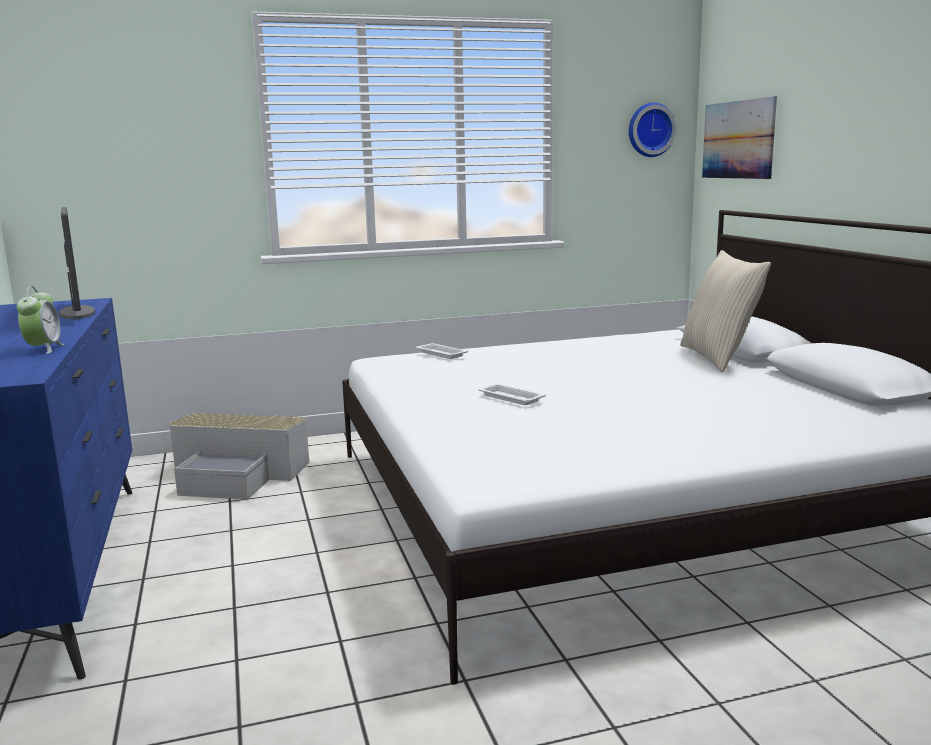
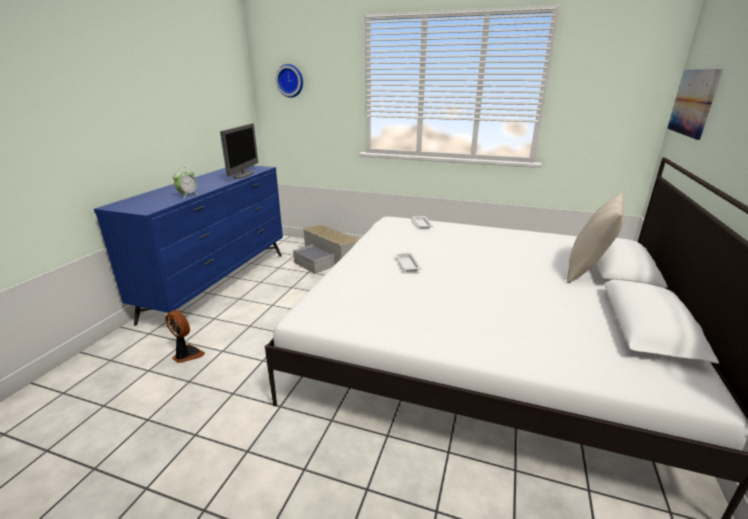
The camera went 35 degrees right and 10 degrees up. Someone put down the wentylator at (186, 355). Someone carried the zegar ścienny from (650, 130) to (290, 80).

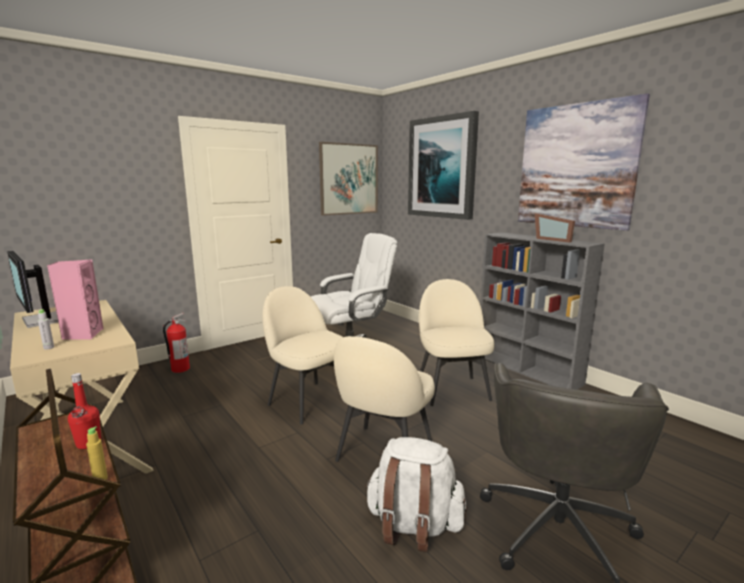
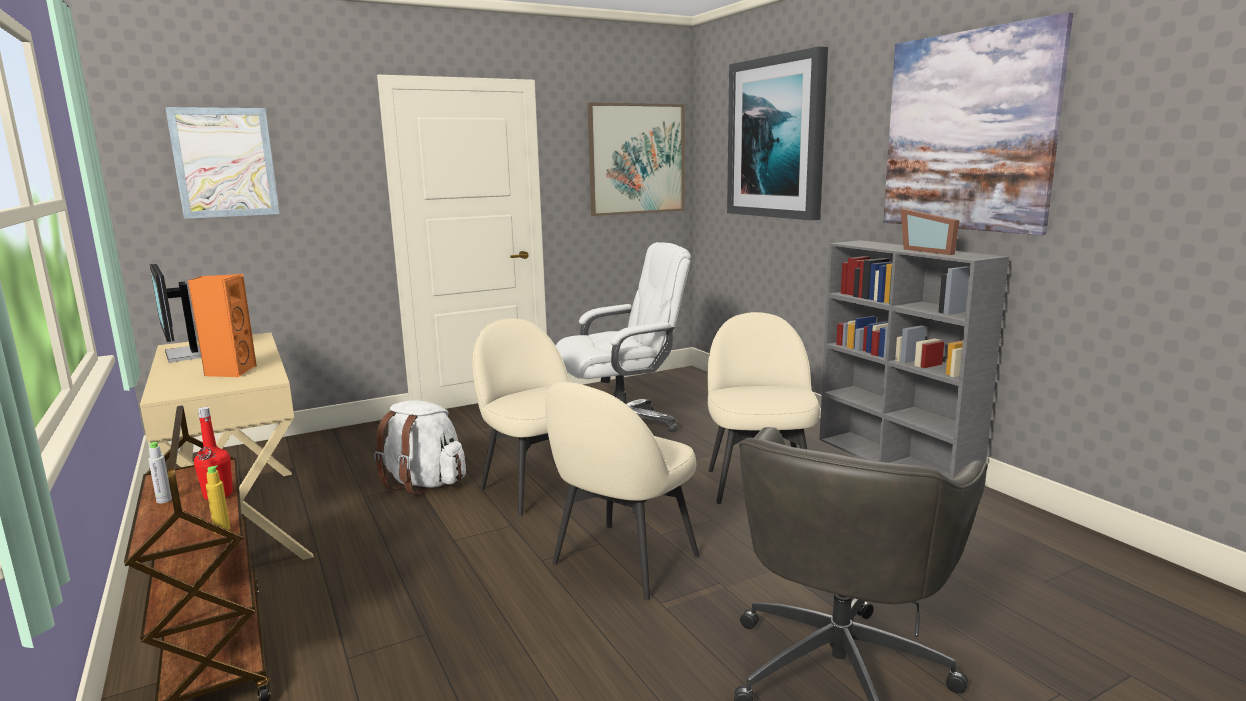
The camera went 10 degrees right and 0 degrees up. Someone carried the butelka/szary from (49, 348) to (164, 500). Someone put up the obraz at (224, 162). Someone repainted the głośnik/różowy at (82, 335), which became the głośnik/pomarańczowy at (230, 372). Someone carried the plecak/biały from (413, 525) to (424, 483). Someone took away the gaśnica at (180, 369).

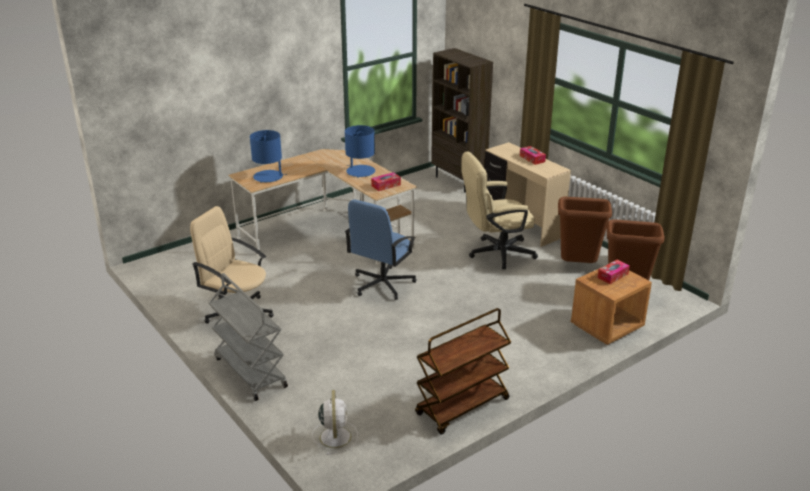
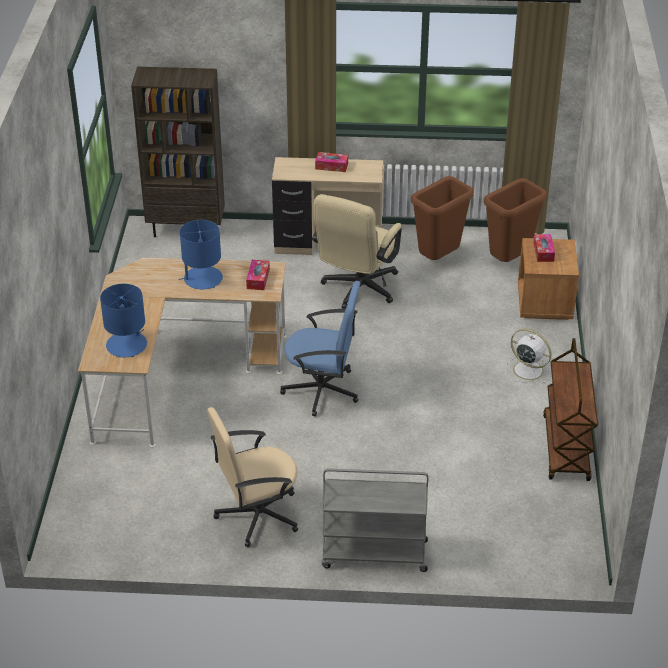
The camera went 50 degrees left and 10 degrees up. Someone rotated the krzesło biurowe/niebieski at (382, 284) by 60 degrees counterclockwise. Someone carried the wentylator/biały from (335, 436) to (527, 369).

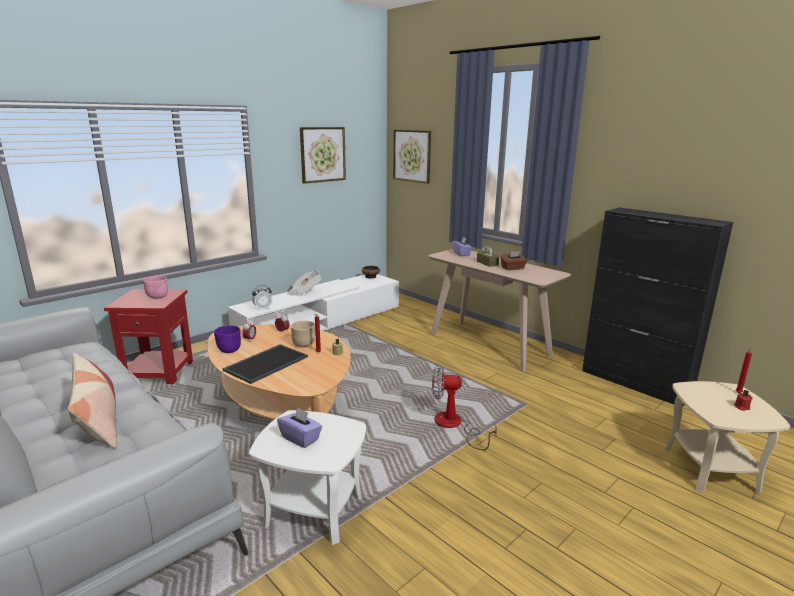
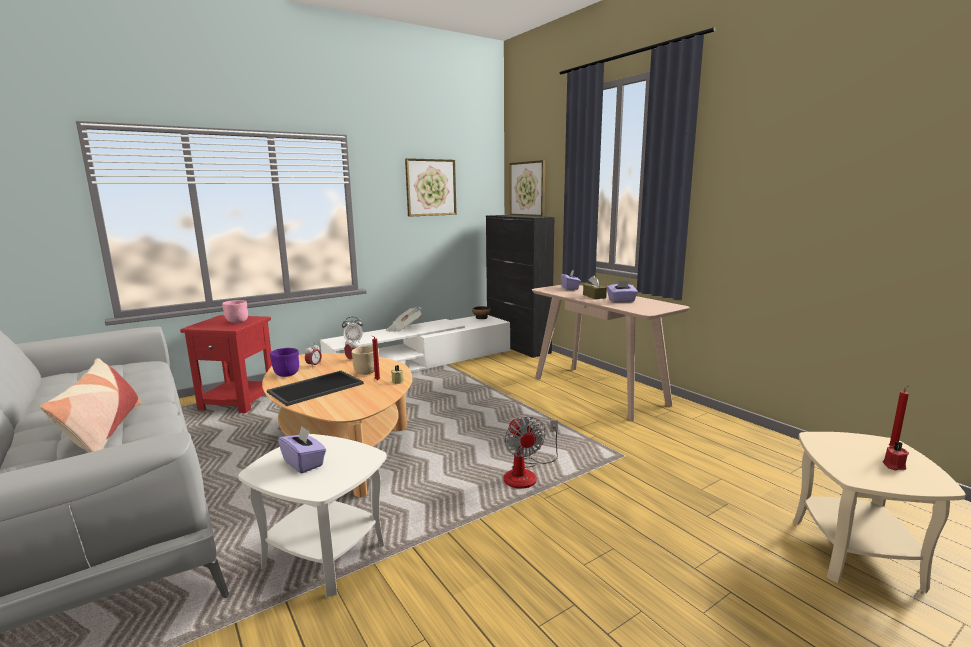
The camera went 10 degrees right and 5 degrees down. Someone carried the szafka/czarny from (636, 383) to (518, 346). Someone rotated the wentylator at (454, 426) by 120 degrees counterclockwise. Someone repainted the pudełko chusteczek/brązowy at (513, 268), which became the pudełko chusteczek/fioletowy at (621, 301).

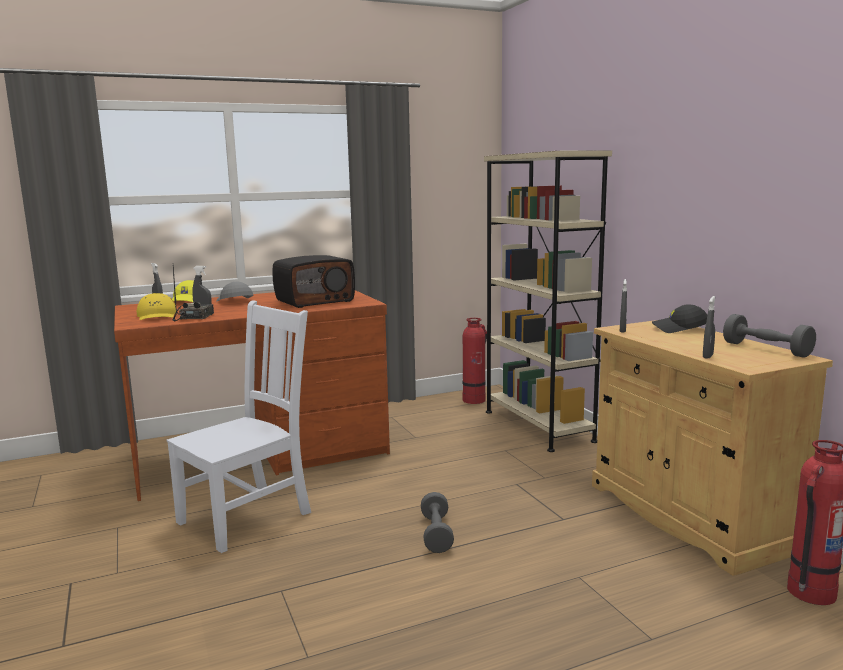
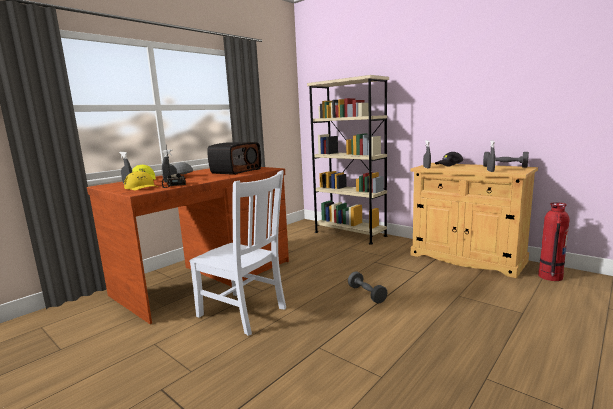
The camera went 25 degrees left and 0 degrees up. Someone rotated the krzesło/biały at (249, 516) by 105 degrees clockwise. Someone took away the gaśnica at (474, 400).

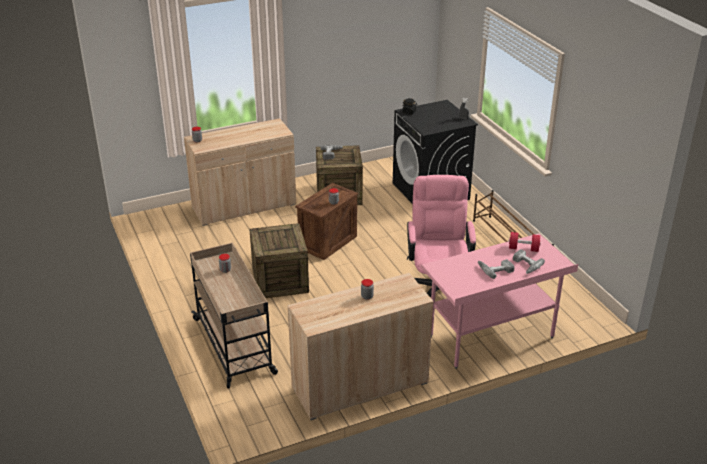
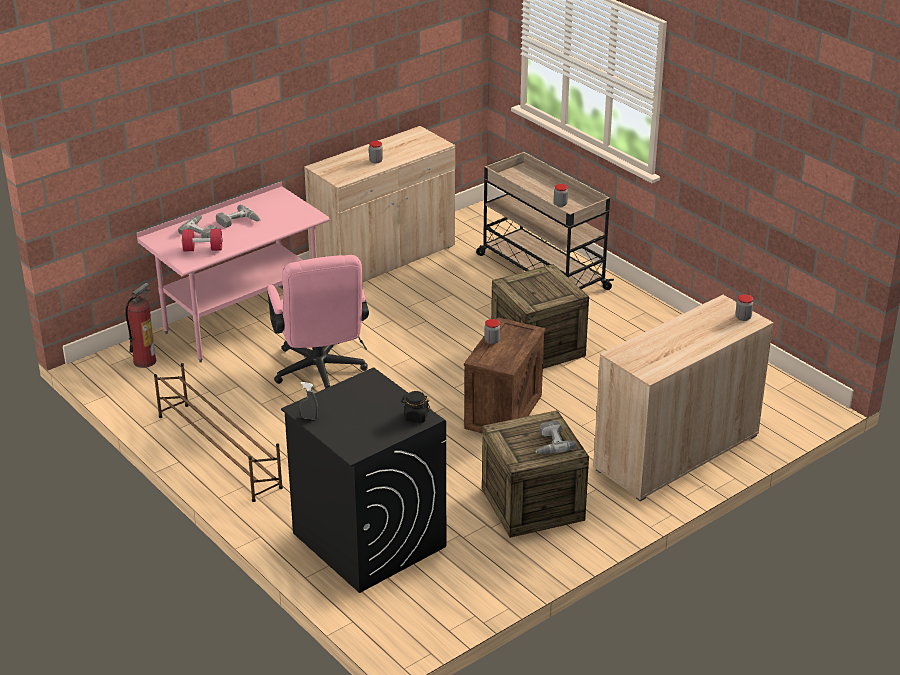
The camera went 165 degrees right and 0 degrees up. Someone put down the gaśnica at (144, 361).

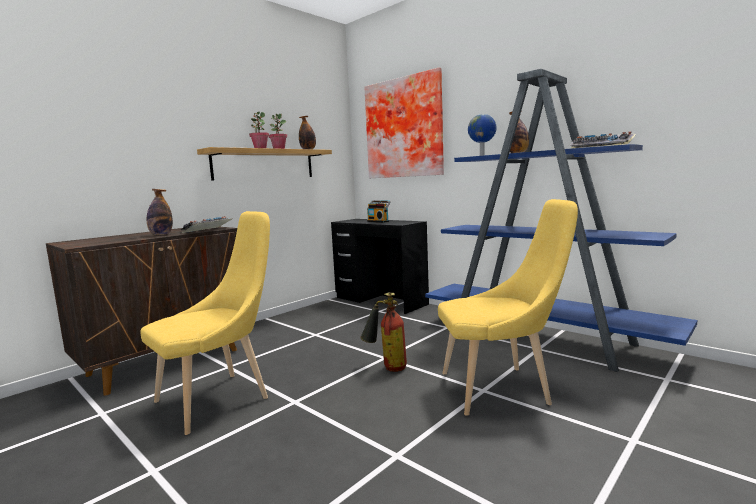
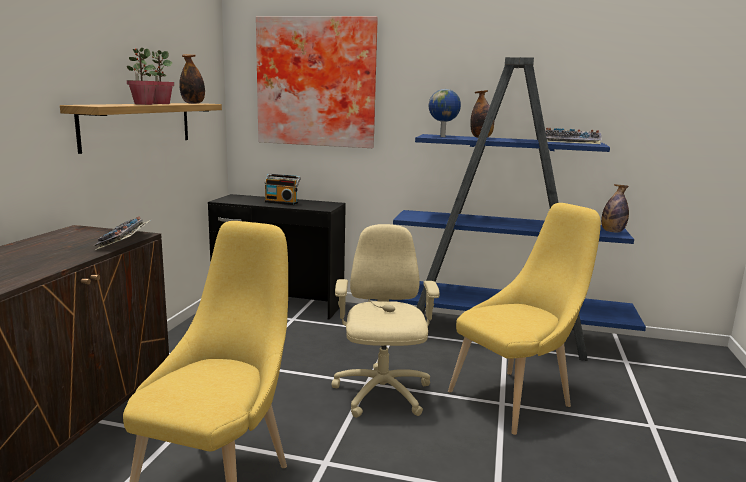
The camera went 30 degrees left and 5 degrees up. Someone swapped the gaśnica at (386, 367) for the krzesło biurowe/beżowy at (381, 394). Someone carried the butelka from (161, 234) to (612, 232).

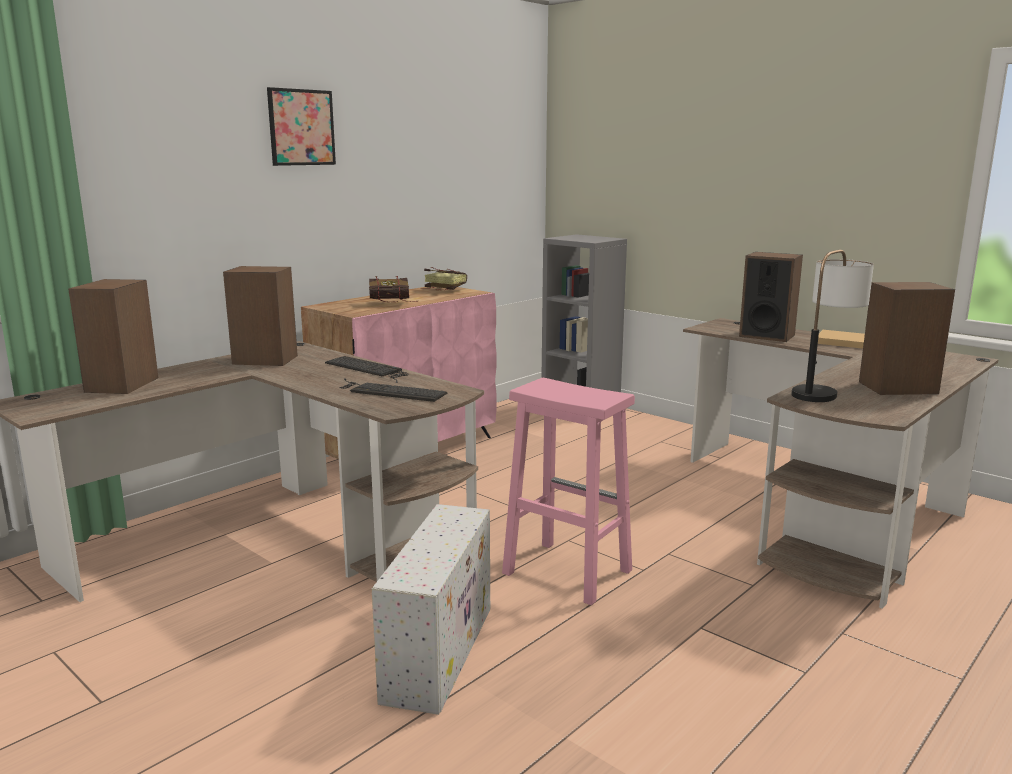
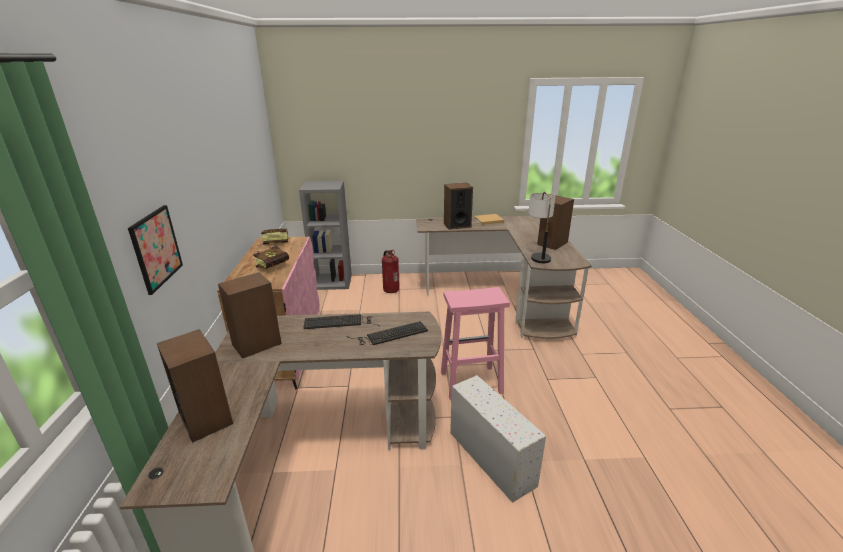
The camera went 45 degrees left and 10 degrees up. Someone carried the obraz from (301, 127) to (156, 248). Someone put down the gaśnica at (391, 290).

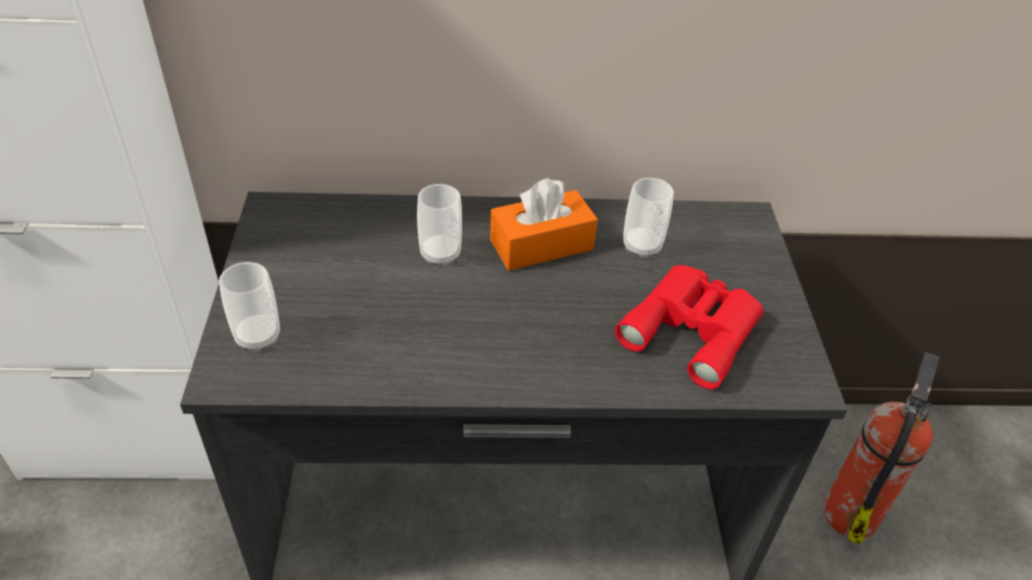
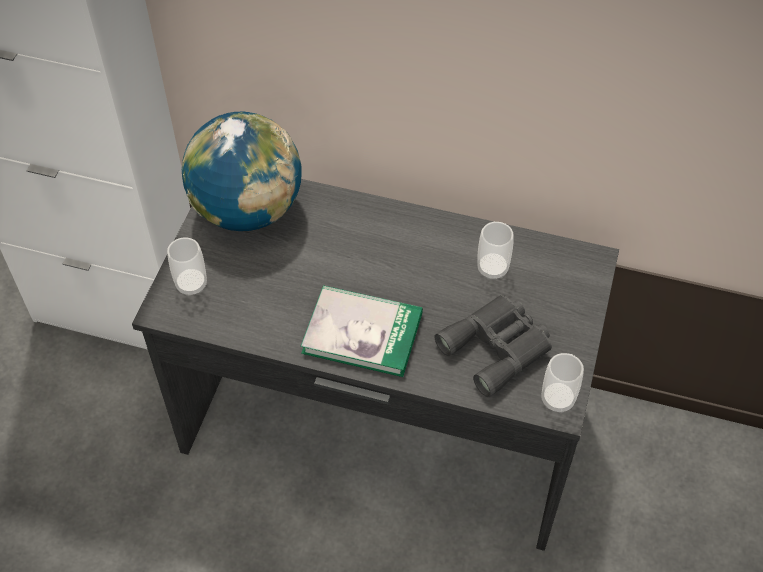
The camera went 20 degrees right and 10 degrees up. Someone put down the globus at (247, 210). Someone put down the książka at (362, 333). Someone repainted the lornetka/czerwony at (693, 328), which became the lornetka/szary at (498, 347). Someone carried the filiżanka from (440, 254) to (557, 399). Someone took away the pudełko chusteczek/pomarańczowy at (541, 245). Someone took away the gaśnica at (850, 512).

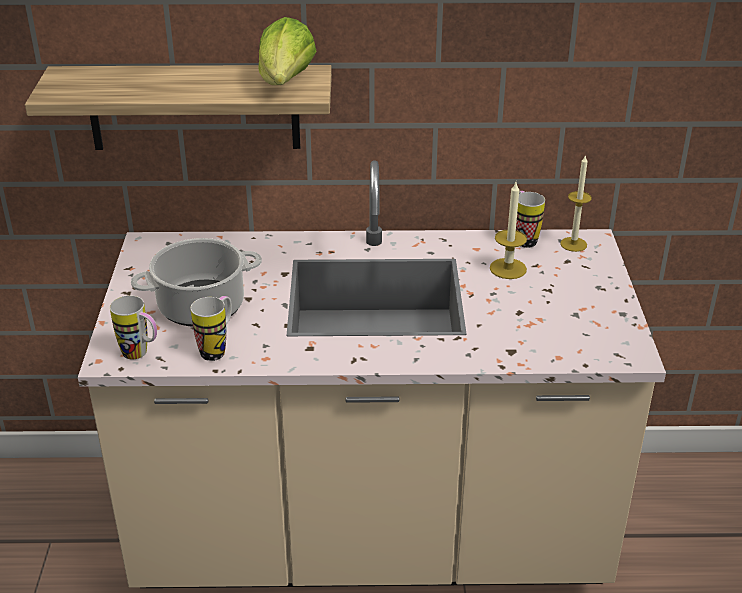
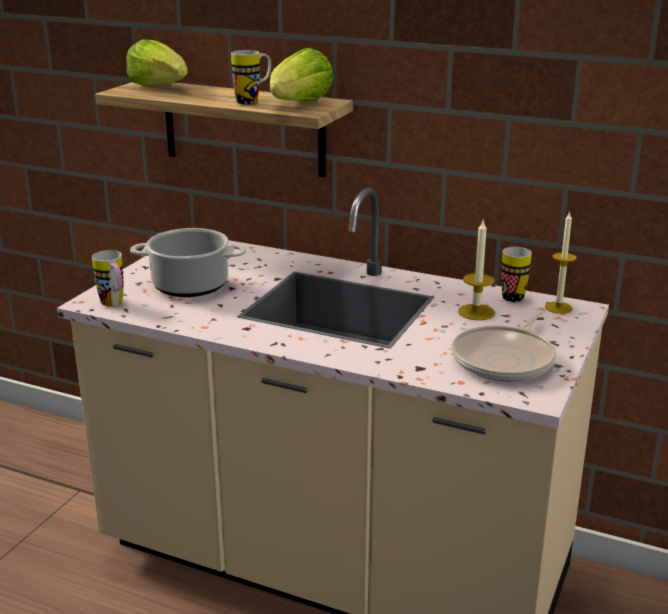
The camera went 25 degrees right and 10 degrees down. Someone put down the sałata at (160, 87). Someone carried the kubek from (218, 349) to (253, 101). Someone put down the patelnia at (505, 359).

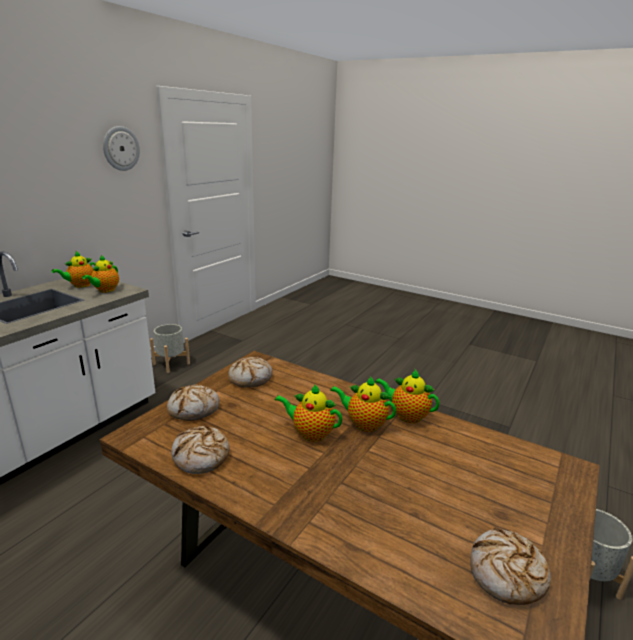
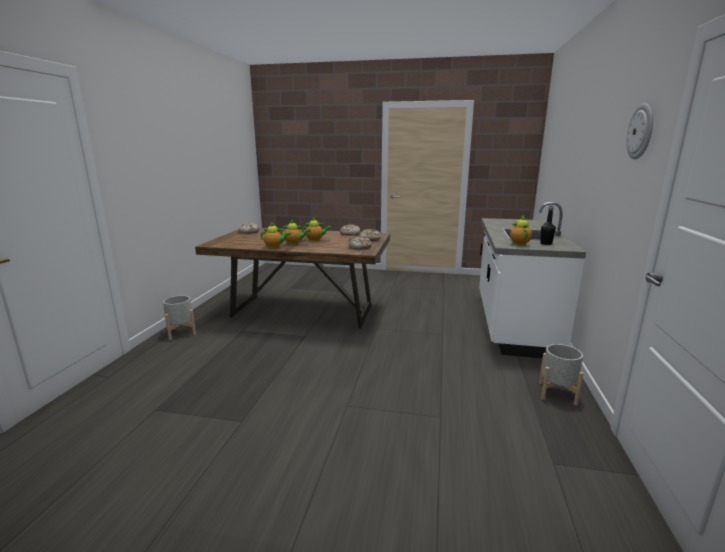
The camera went 160 degrees right and 5 degrees down. Someone swapped the imbryk at (80, 285) for the butelka/czarny at (546, 244).

